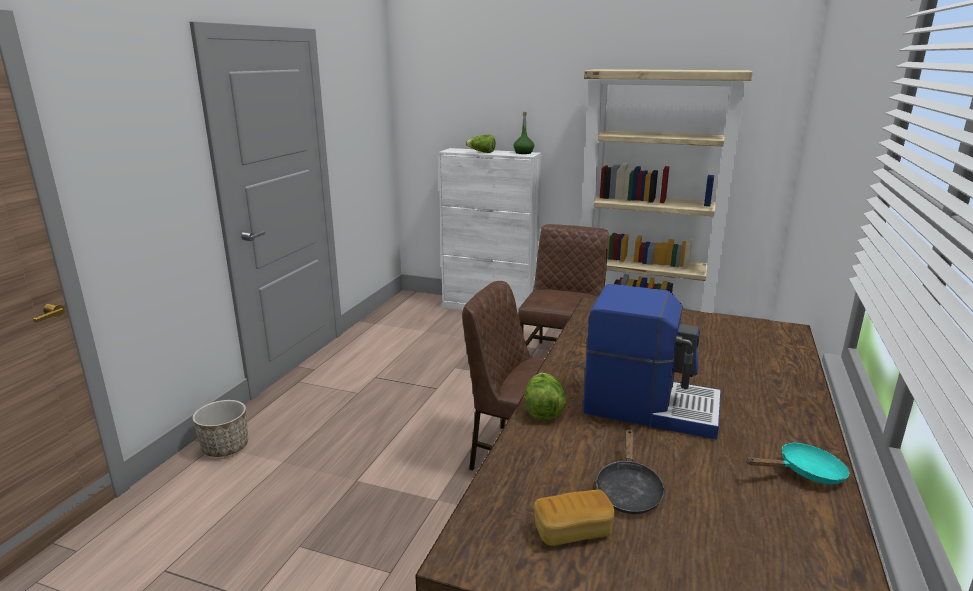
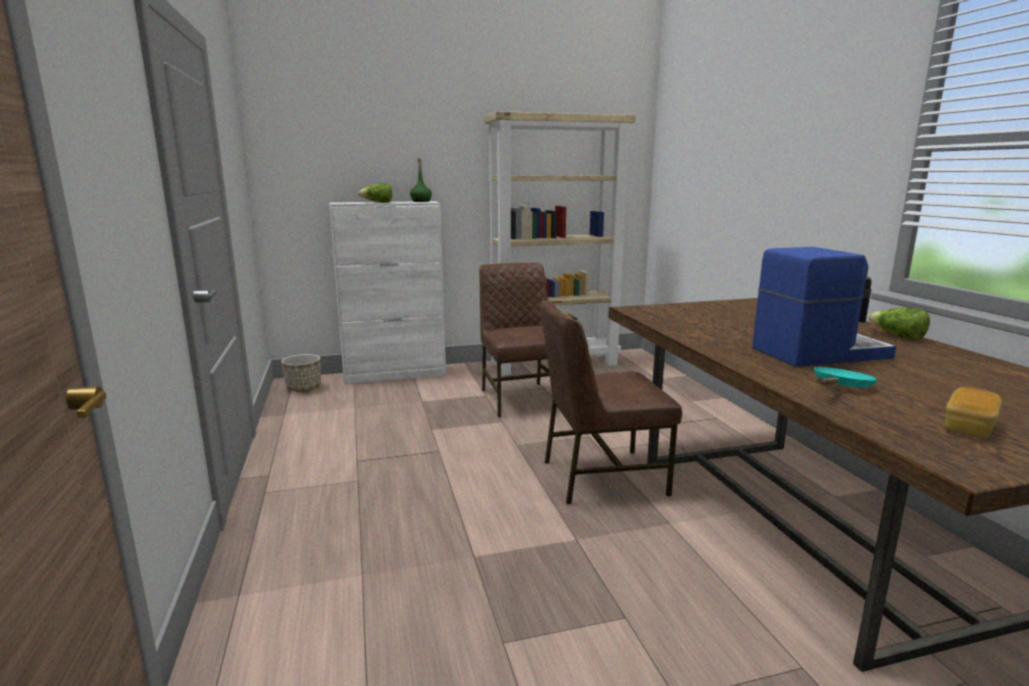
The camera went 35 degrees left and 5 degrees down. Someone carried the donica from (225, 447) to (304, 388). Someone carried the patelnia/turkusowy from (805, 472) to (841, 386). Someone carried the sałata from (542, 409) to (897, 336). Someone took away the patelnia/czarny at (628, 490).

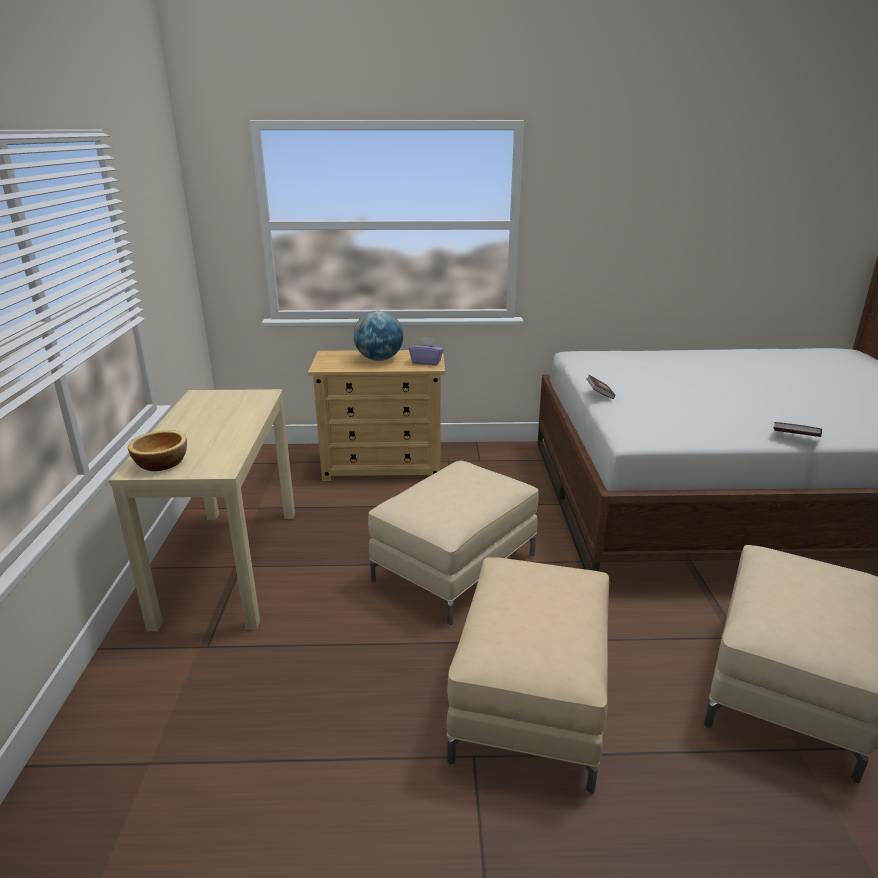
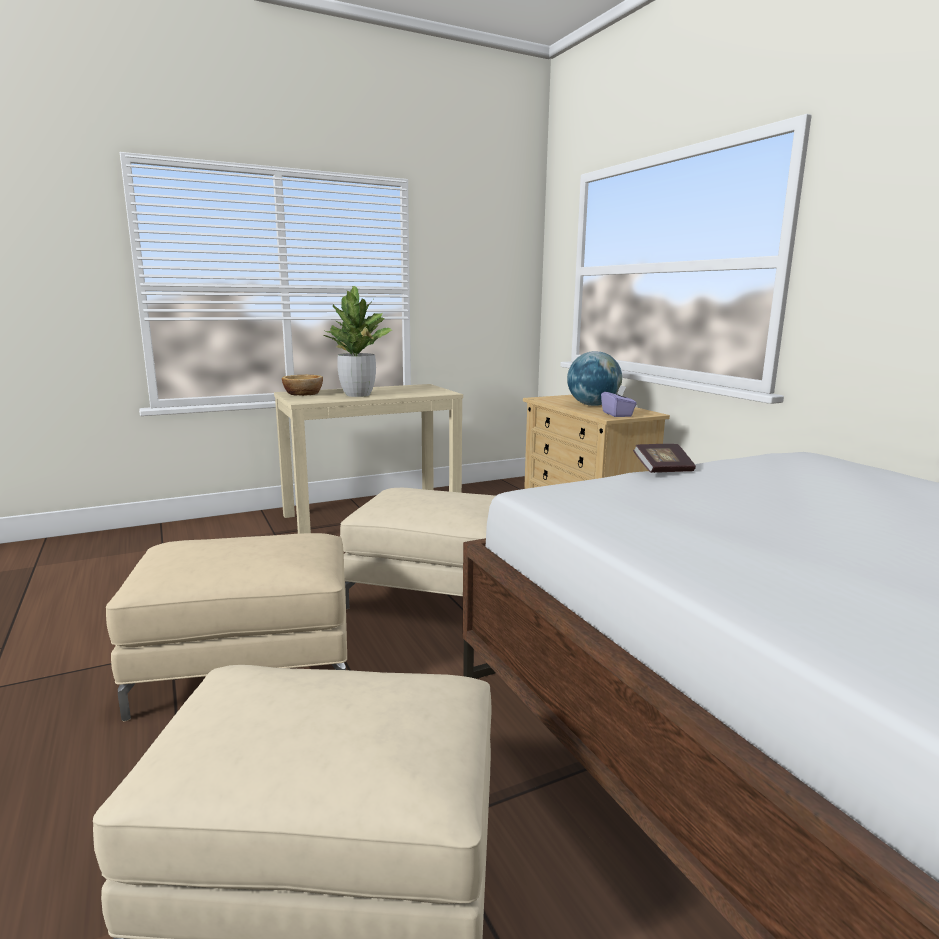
The camera went 65 degrees right and 10 degrees down. Someone put down the roślina doniczkowa at (358, 395). Someone took away the książka at (795, 438).

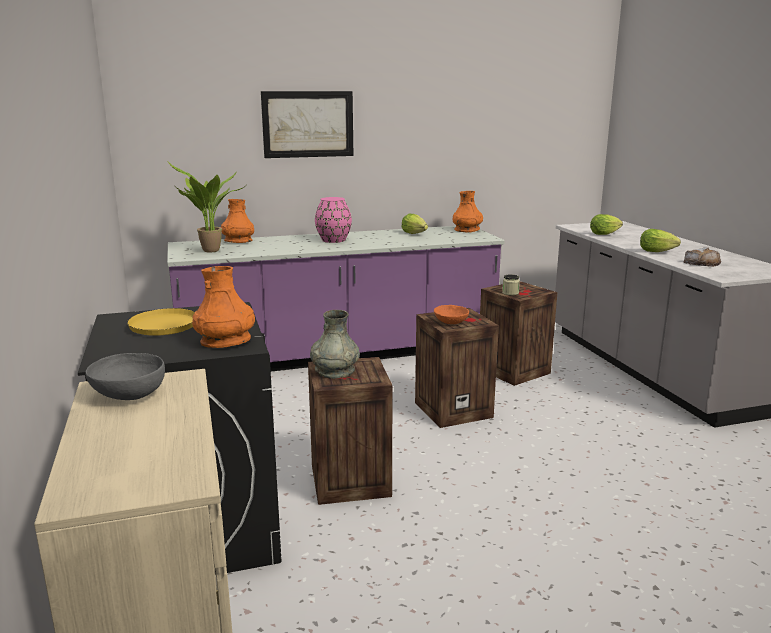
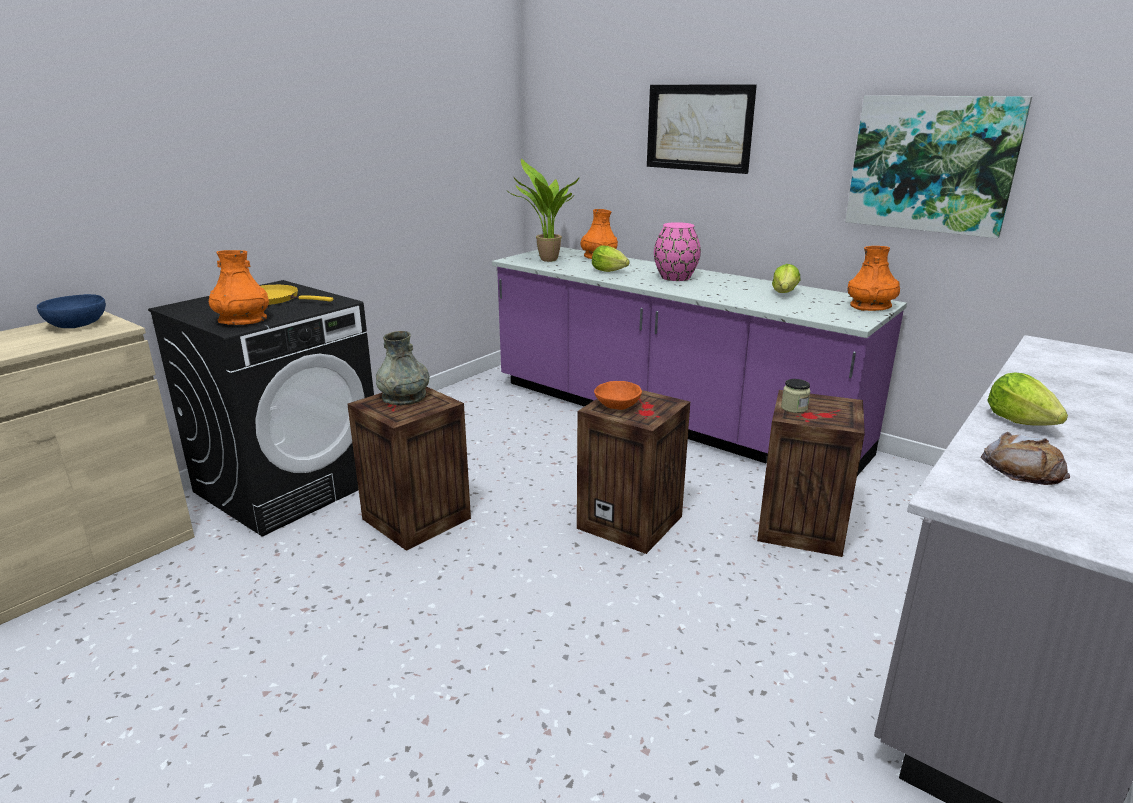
The camera went 55 degrees right and 5 degrees up. Someone repainted the miska/szary at (128, 395), which became the miska/niebieski at (77, 325). Someone carried the sałata from (603, 234) to (609, 271). Someone put up the obraz at (931, 164).

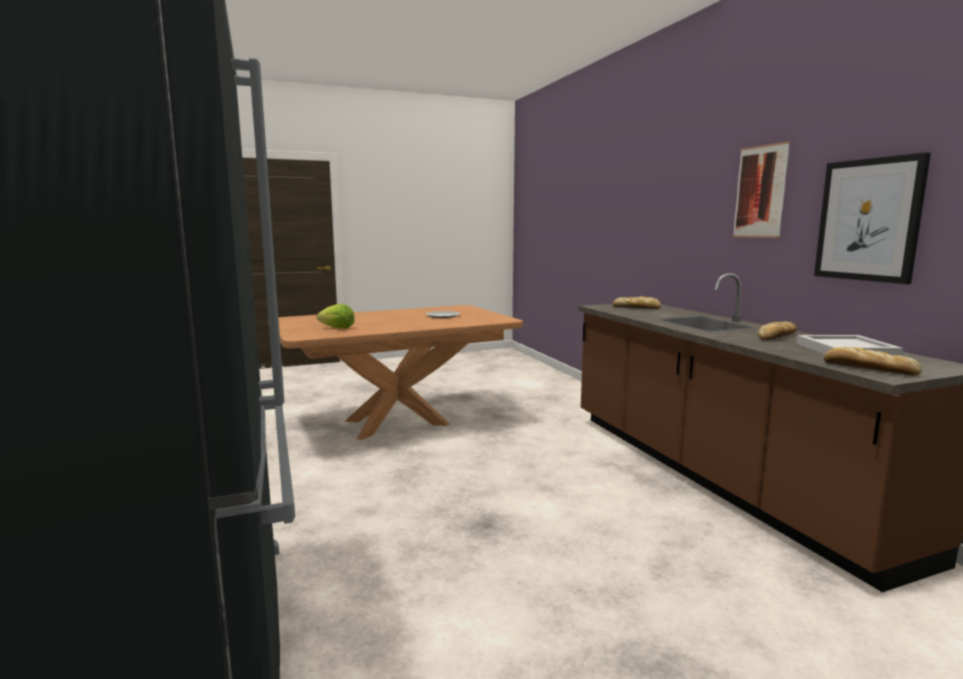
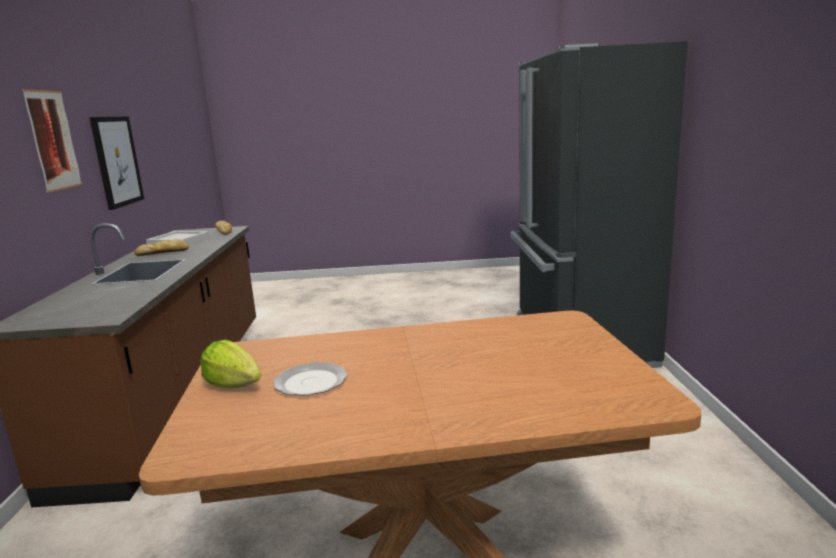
The camera went 160 degrees left and 5 degrees up. Someone carried the sałata from (337, 328) to (234, 385). Someone took away the chleb at (637, 307).

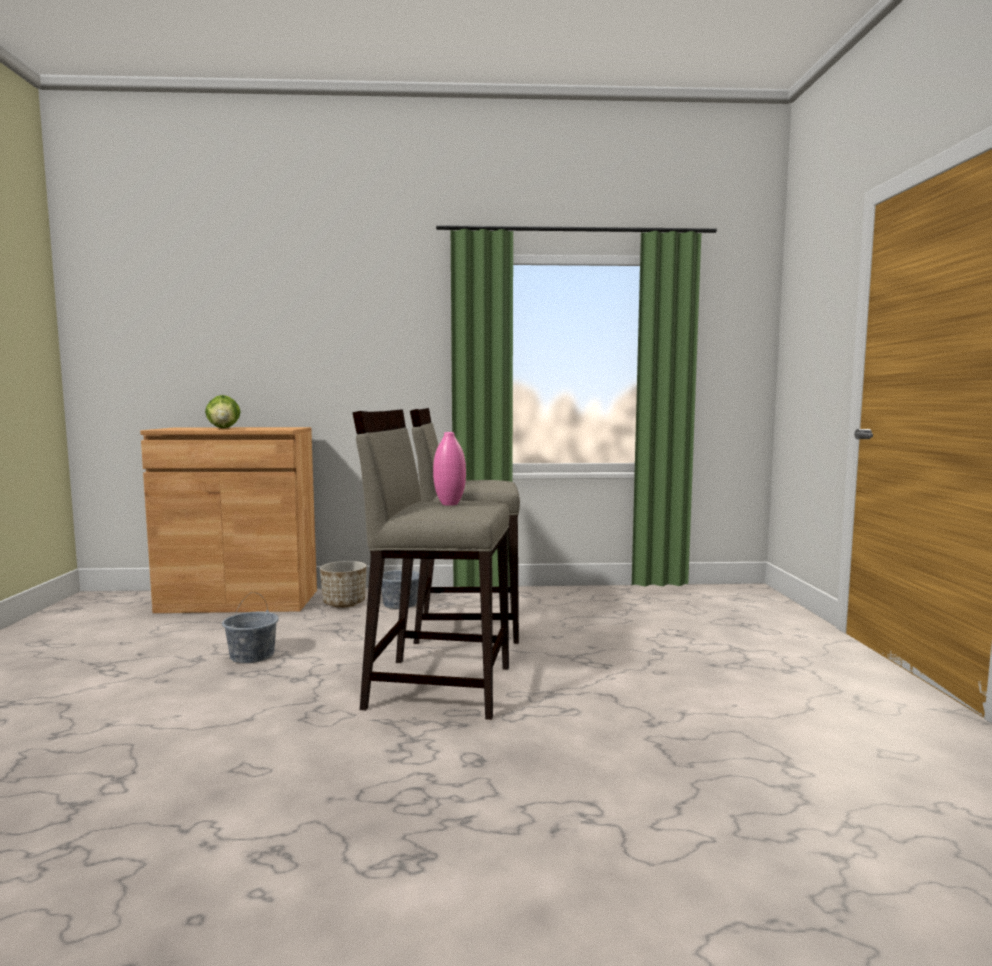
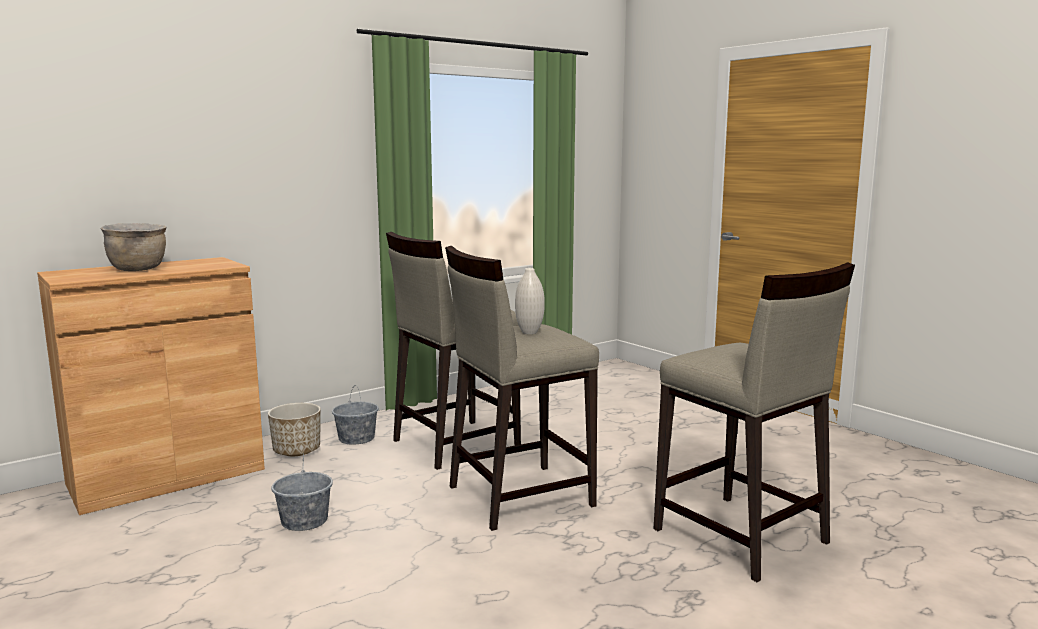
The camera went 35 degrees left and 5 degrees up. Someone swapped the sałata at (223, 428) for the garnek/brązowy at (138, 269). Someone repainted the wazon/różowy at (449, 504), which became the wazon/biały at (529, 332). Someone put down the stołek/beżowy at (741, 537).

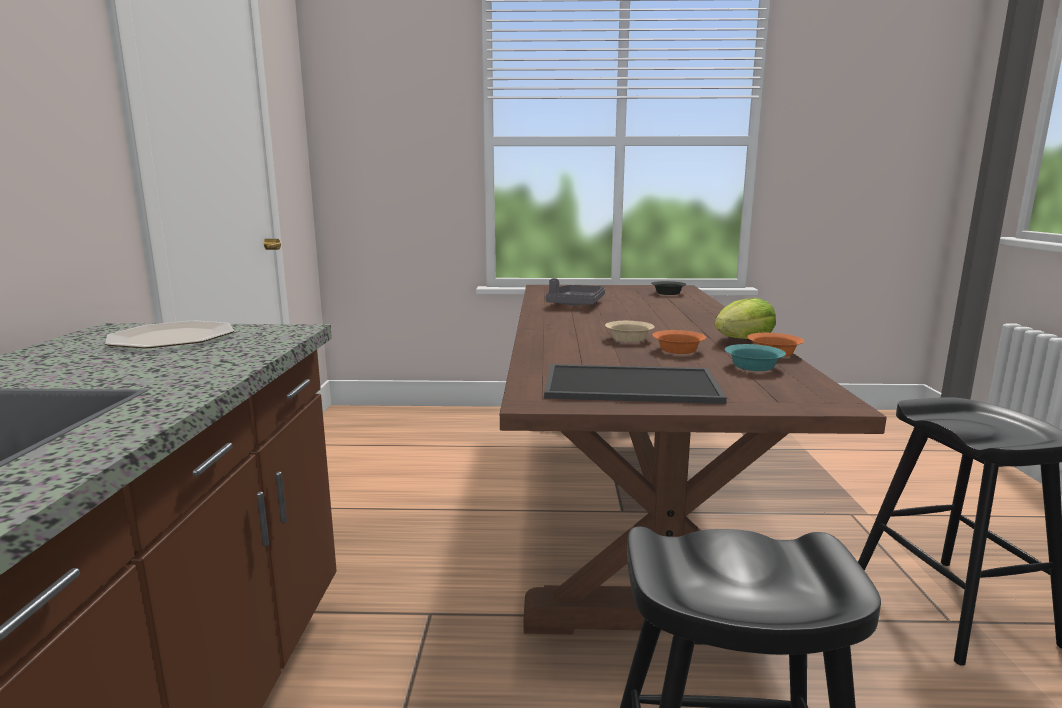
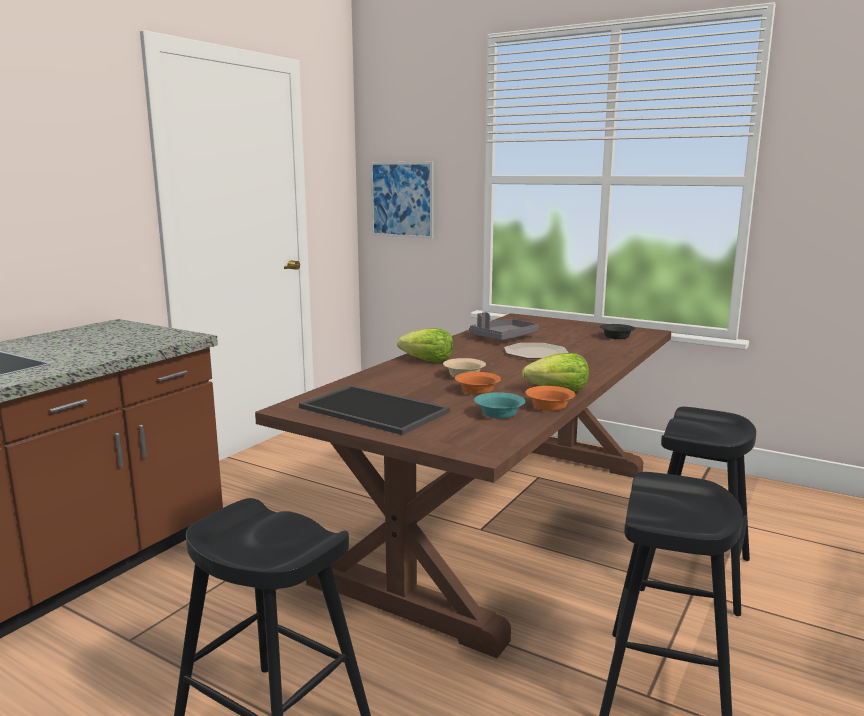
The camera went 30 degrees right and 0 degrees up. Someone put up the obraz at (402, 199). Someone put down the sałata at (428, 360). Someone carried the talerz from (172, 337) to (535, 352). Someone put down the stołek/czarny at (695, 574).

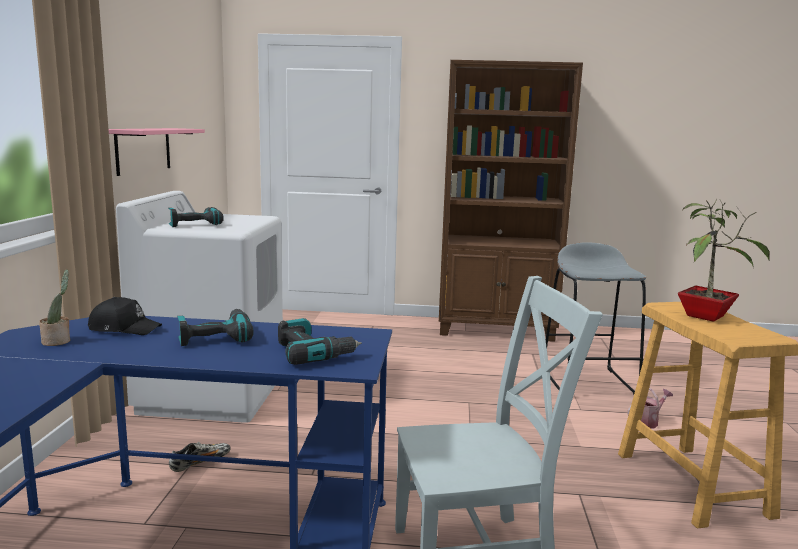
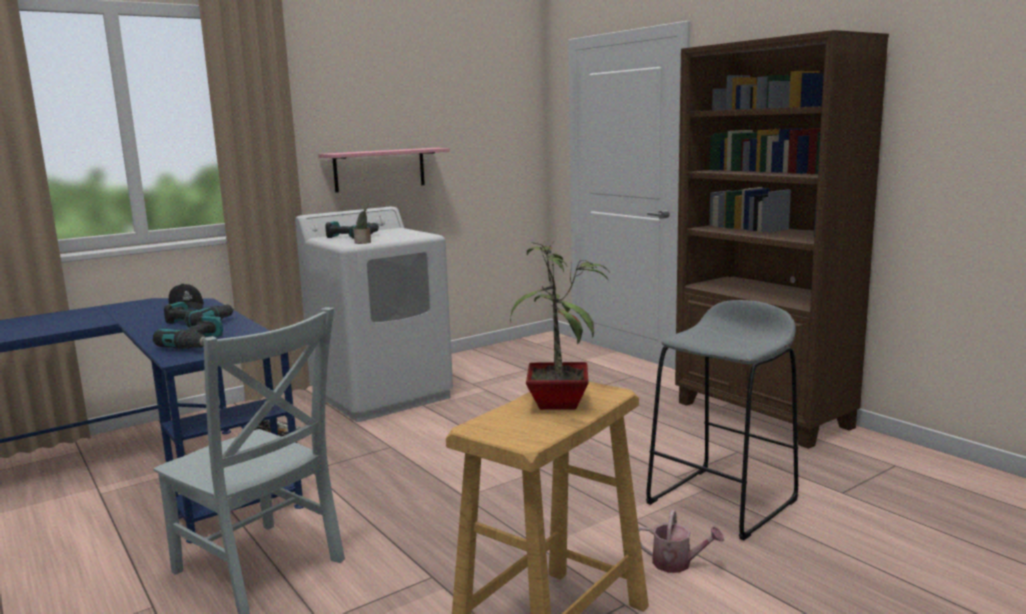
The camera went 50 degrees right and 0 degrees up. Someone carried the roślina doniczkowa from (58, 341) to (364, 242).

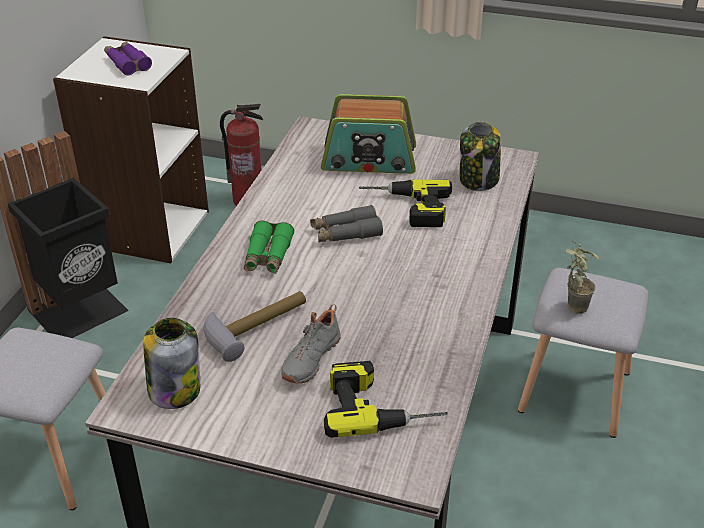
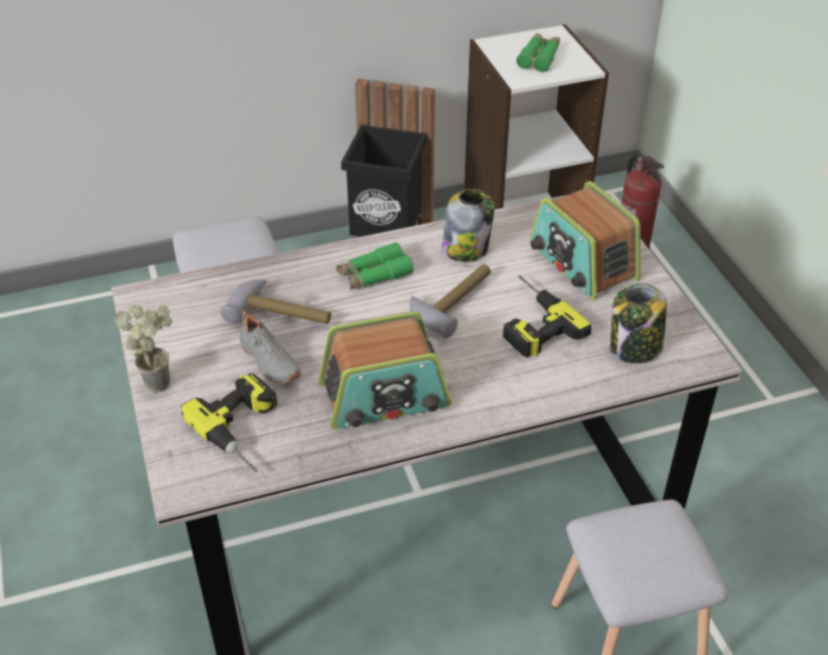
The camera went 55 degrees right and 5 degrees up. Someone carried the roślina doniczkowa from (571, 305) to (159, 378). Someone rotated the but/szary at (309, 358) by 120 degrees counterclockwise. Someone put down the radio at (384, 396). Someone swapped the lornetka/szary at (346, 233) for the młotek at (452, 302). Someone carried the słoik from (174, 389) to (466, 248). Someone repainted the lornetka/fioletowy at (127, 63), which became the lornetka/zielony at (539, 57).

